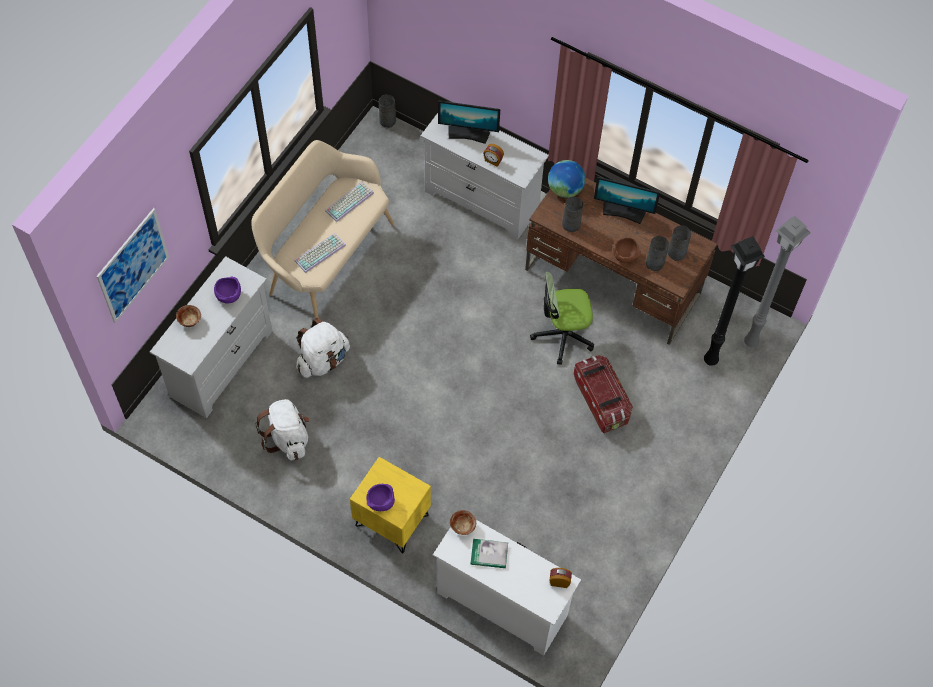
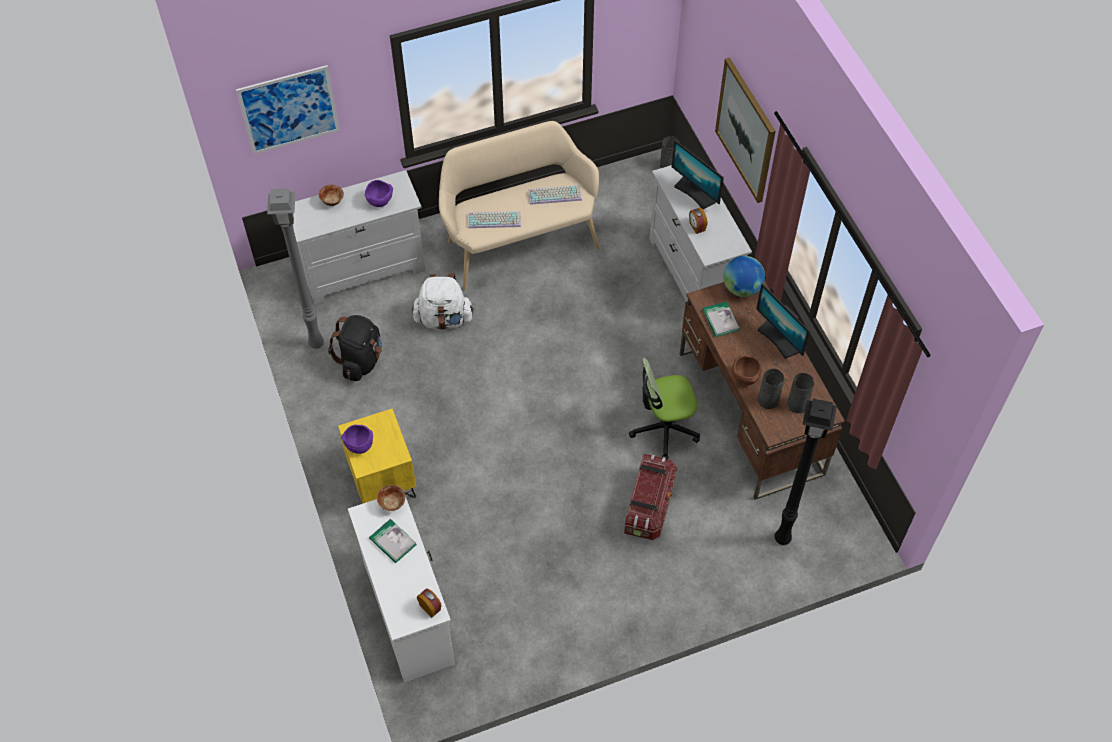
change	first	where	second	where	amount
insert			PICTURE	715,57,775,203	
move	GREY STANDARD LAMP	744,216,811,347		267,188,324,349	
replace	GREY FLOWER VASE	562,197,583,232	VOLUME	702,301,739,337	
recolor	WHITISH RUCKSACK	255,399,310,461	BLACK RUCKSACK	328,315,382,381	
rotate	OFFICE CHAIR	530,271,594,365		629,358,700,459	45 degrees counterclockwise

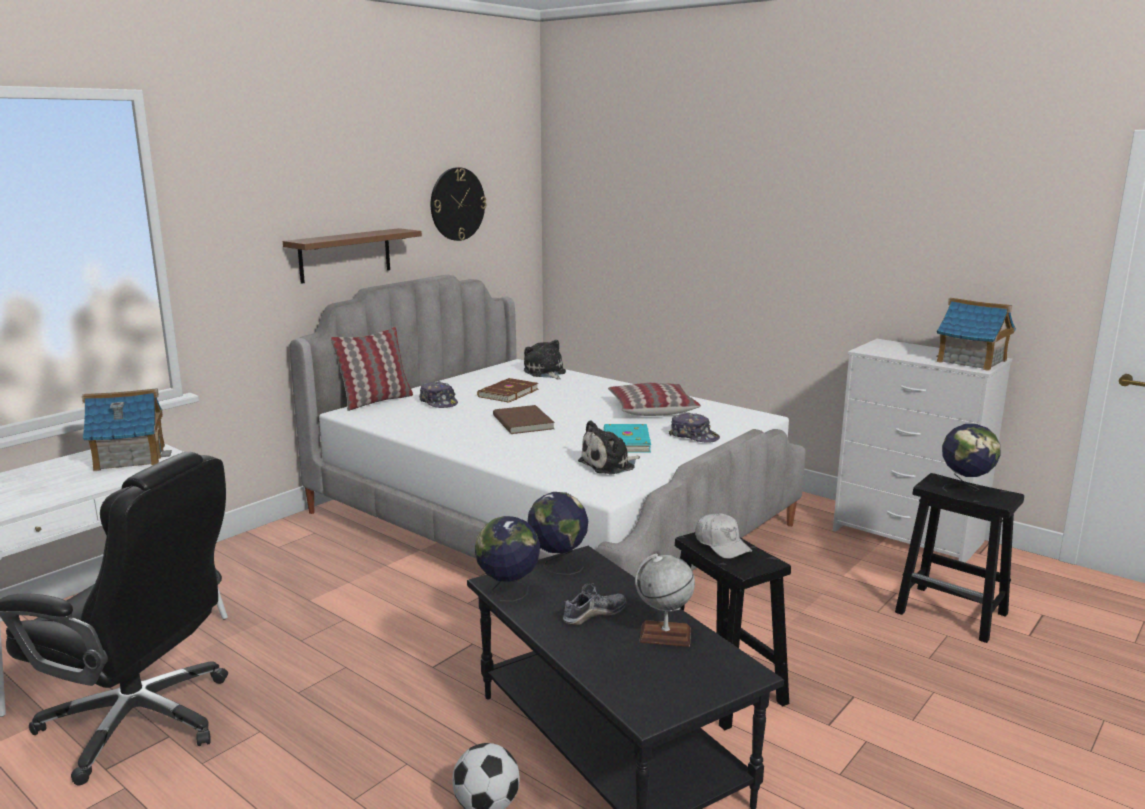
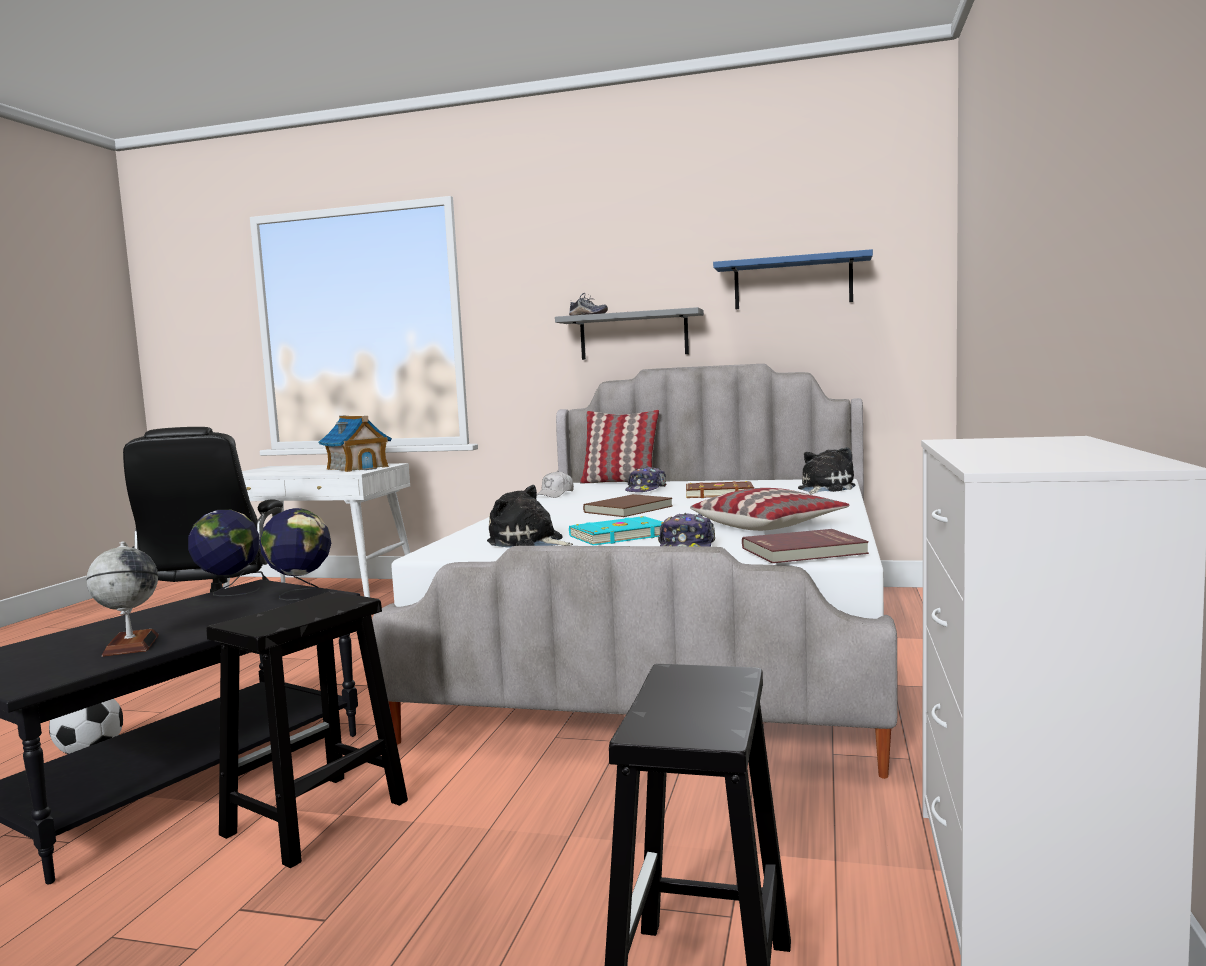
change	first	where	second	where	amount
delete	MODEL HOUSE	936,298,1016,371			
delete	GLOBE	942,424,1000,492			
insert			RED VOLUME	742,529,869,563	
move	ITEM OF FOOTWEAR	563,583,626,625		569,293,608,316	
move	WHITISH CAP	695,513,752,559		537,471,574,498	
replace	CLOCK ON THE WALL	431,167,486,241	BLUE WALL SHELF	713,249,873,309	
recolor	BROWN-COLOURED WALL SHELF	283,228,422,284	GREY WALL SHELF	555,307,704,360	

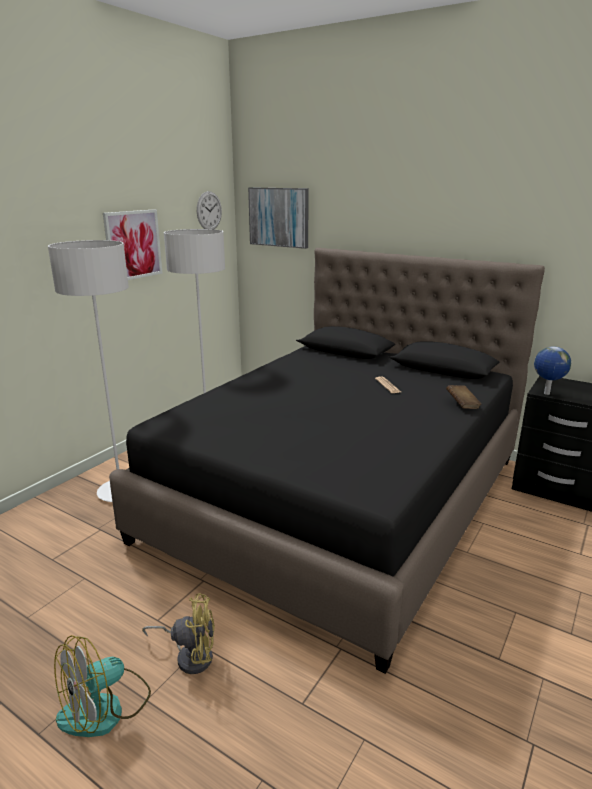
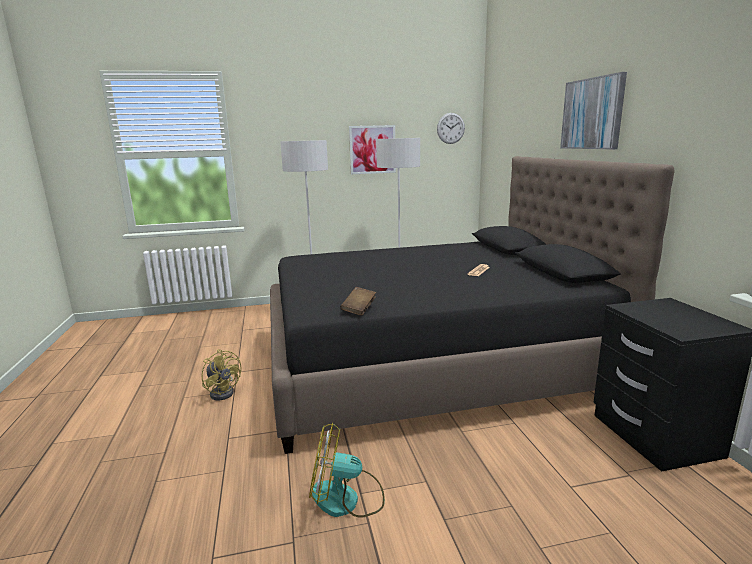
change	first	where	second	where	amount
delete	GLOBE	534,346,571,395			
move	FAN	54,635,151,737		309,423,385,518	
move	PICTURE	248,187,309,249		560,72,627,149	
move	BROWN-COLOURED VOLUME	446,385,482,409		340,287,376,316	

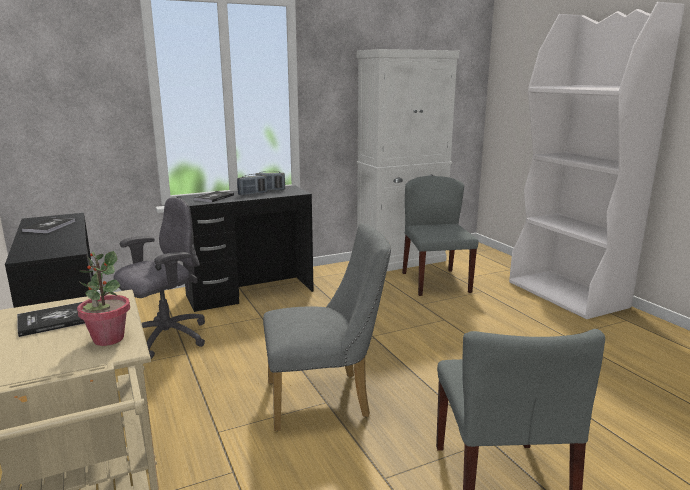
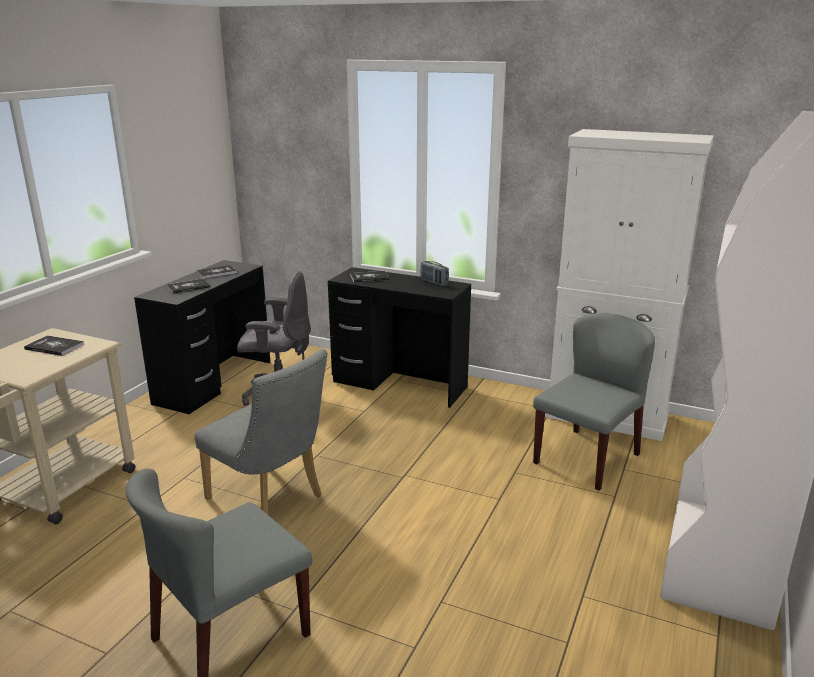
change	first	where	second	where	amount
delete	POTTED PLANT	77,251,130,346			
delete	RADIO	237,174,267,195			
insert			VOLUME	167,279,211,294	

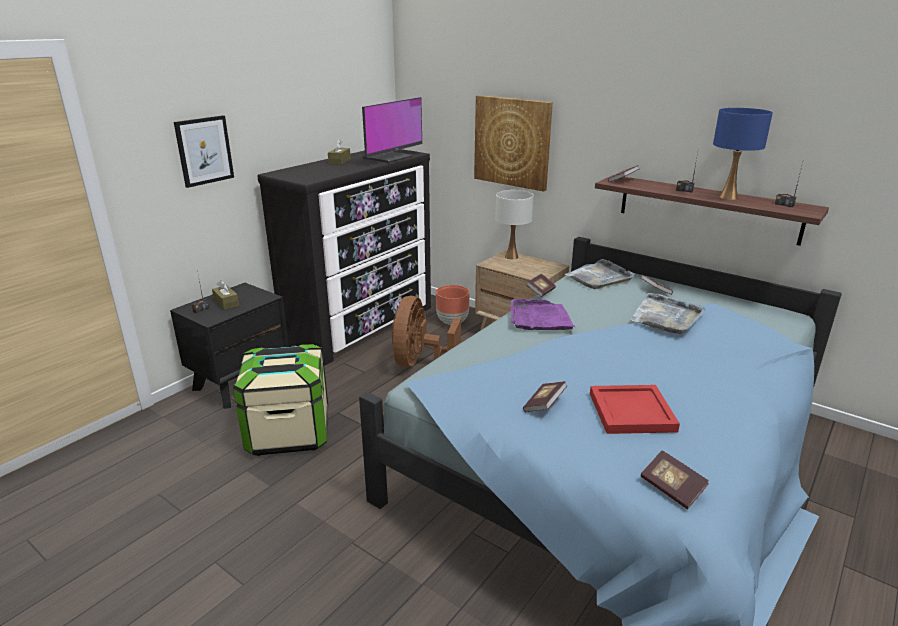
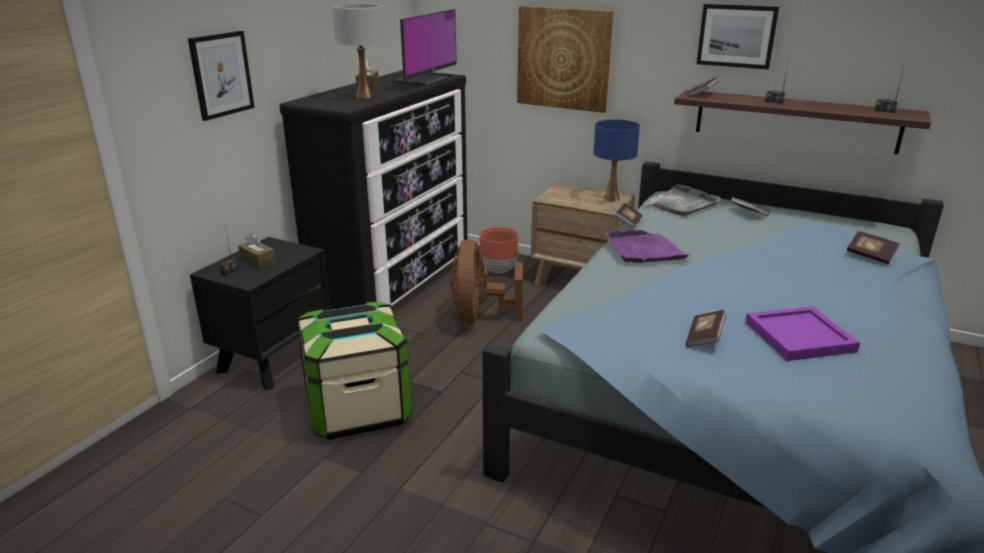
change	first	where	second	where	amount
delete	GREY SERVING TRAY	631,293,706,334			
insert			PICTURE	697,4,779,69	
move	WHITISH TABLETOP LAMP	495,190,533,260		332,4,385,98	
move	VOLUME	641,450,709,509		847,231,900,264	
move	BLUE TABLETOP LAMP	713,108,773,200		594,119,640,202	
recolor	RED SERVING TRAY	590,385,680,434	PURPLISH SERVING TRAY	745,306,860,361	

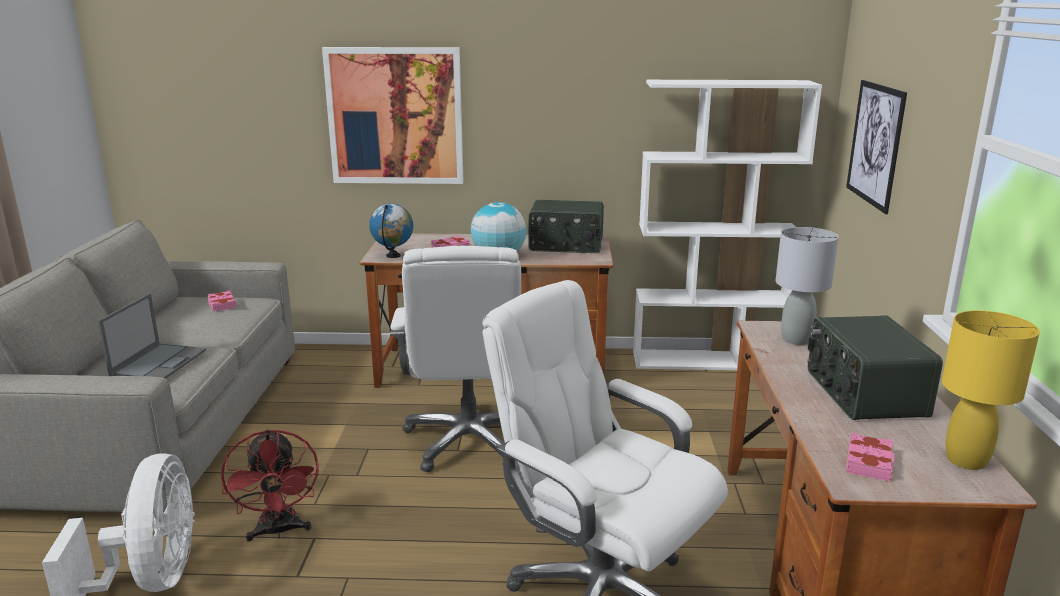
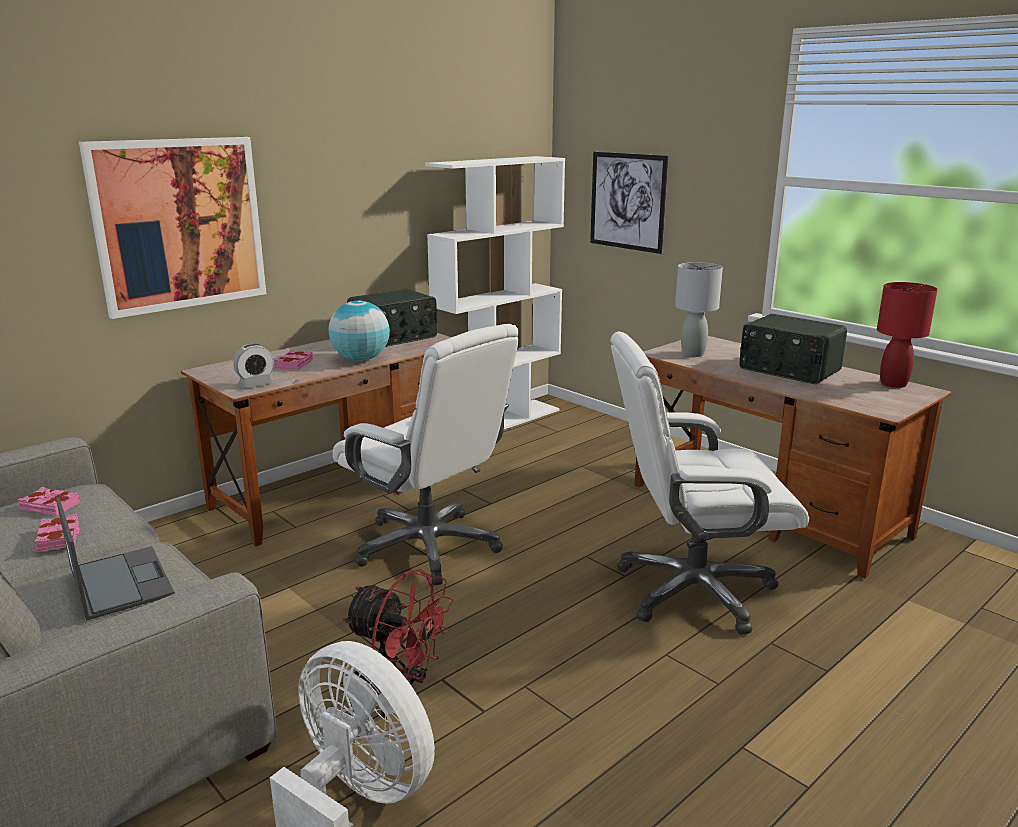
change	first	where	second	where	amount
move	PINKISH VOLUME	846,432,895,481		35,514,79,552	
replace	GLOBE	369,204,413,258	TABLE CLOCK	233,344,274,388	
recolor	YELLOW TABLETOP LAMP	942,310,1040,470	RED TABLETOP LAMP	877,282,937,388	

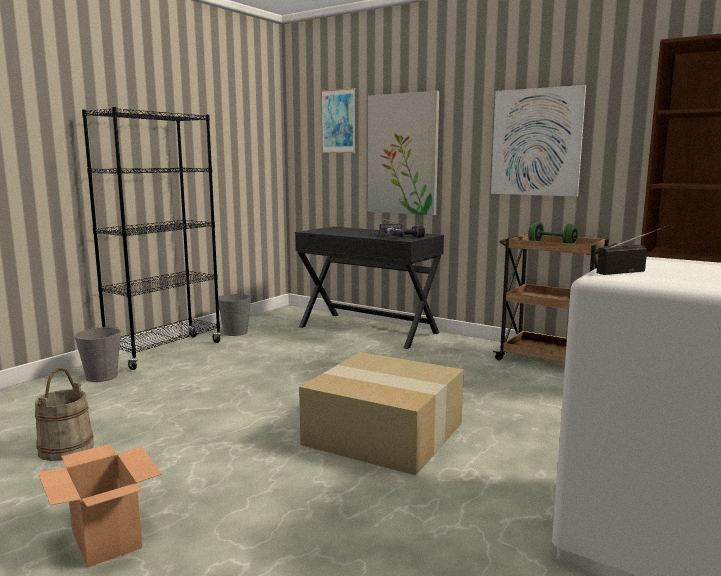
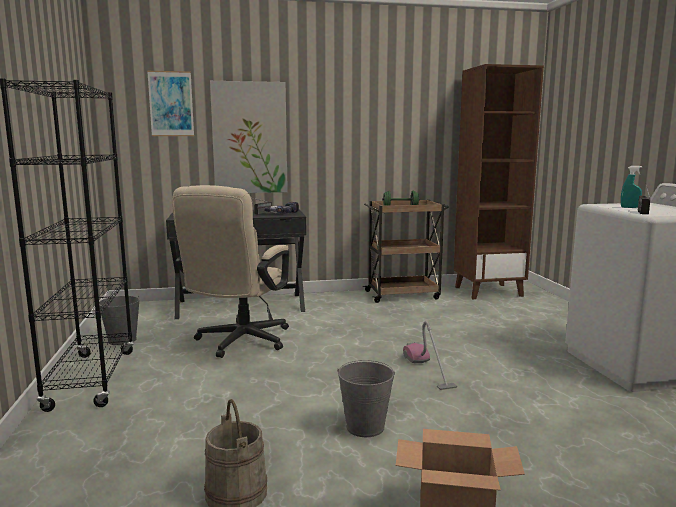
change	first	where	second	where	amount
delete	PICTURE	491,85,586,197			
insert			BEIGE-COLOURED OFFICE CHAIR	172,185,289,358	
insert			TURQUOISE-COLOURED SPRAYER	621,166,642,208	
move	GREY BUCKET	74,326,121,382		337,360,395,437	
replace	CARTON	299,352,464,475	VACUUM CLEANER	403,321,457,390	

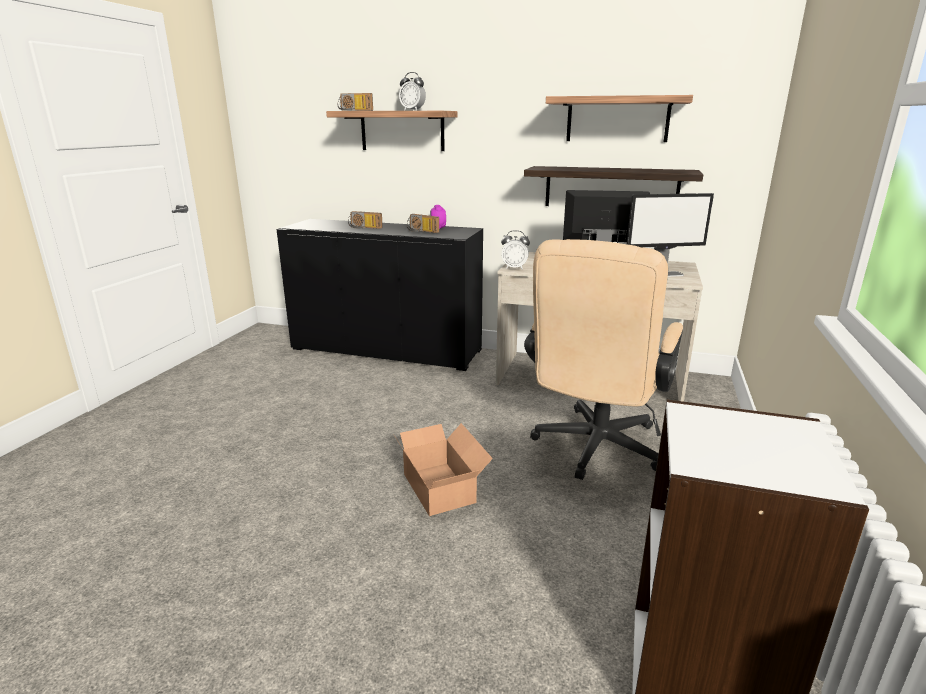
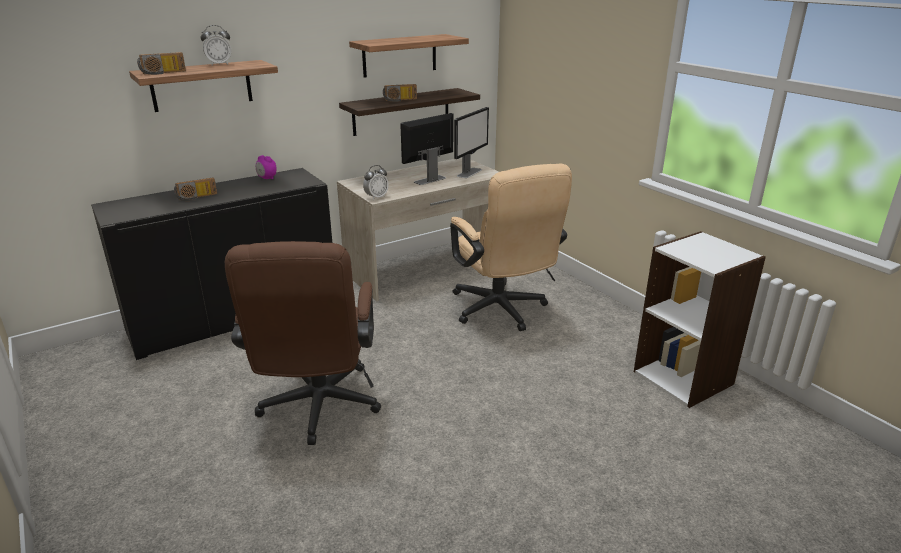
change	first	where	second	where	amount
delete	CARTON	393,423,493,516			
insert			BROWN-COLOURED OFFICE CHAIR	225,241,381,445	
move	RADIO	407,214,439,233		383,84,417,102	

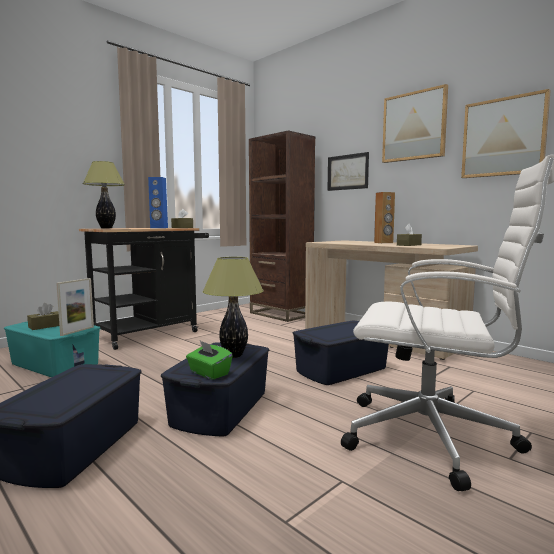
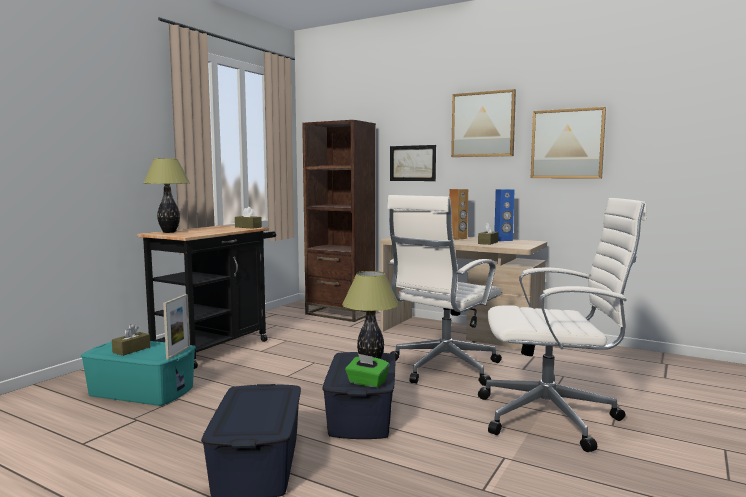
change	first	where	second	where	amount
move	BLUE SPEAKER	148,177,168,228		494,189,515,241	
replace	BLUE STORAGE BIN	293,321,389,385	WHITISH OFFICE CHAIR	387,195,502,386	

